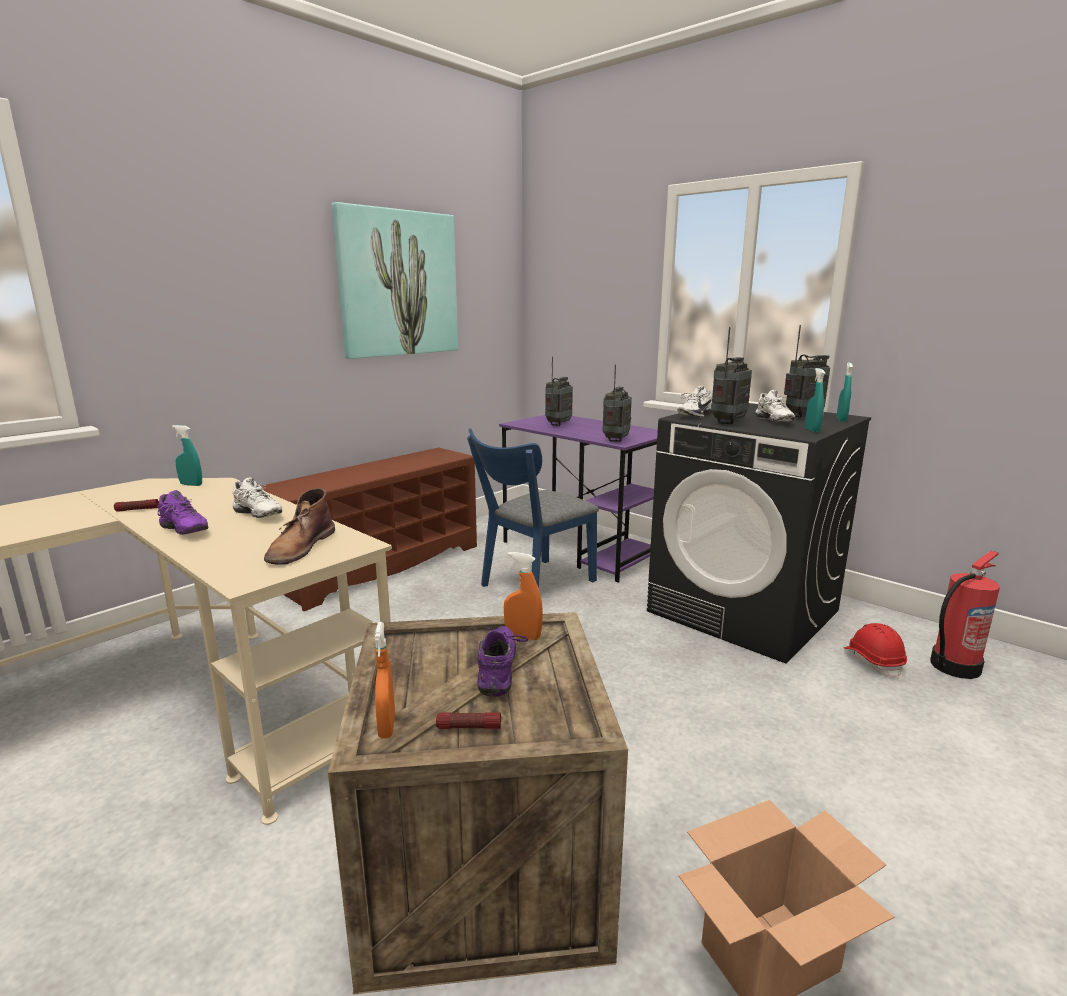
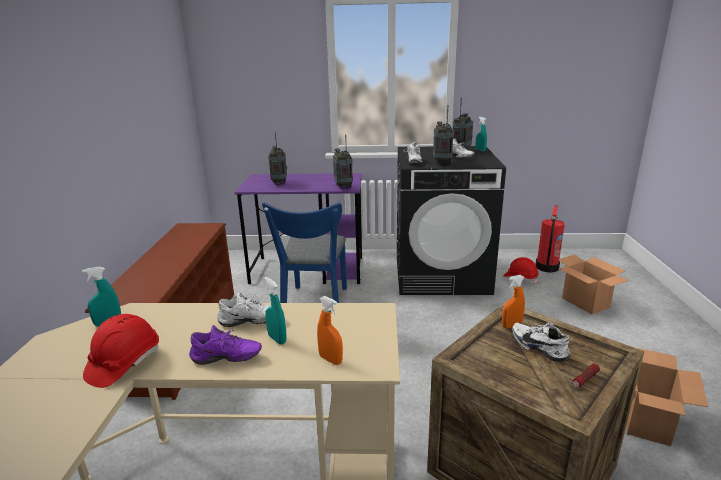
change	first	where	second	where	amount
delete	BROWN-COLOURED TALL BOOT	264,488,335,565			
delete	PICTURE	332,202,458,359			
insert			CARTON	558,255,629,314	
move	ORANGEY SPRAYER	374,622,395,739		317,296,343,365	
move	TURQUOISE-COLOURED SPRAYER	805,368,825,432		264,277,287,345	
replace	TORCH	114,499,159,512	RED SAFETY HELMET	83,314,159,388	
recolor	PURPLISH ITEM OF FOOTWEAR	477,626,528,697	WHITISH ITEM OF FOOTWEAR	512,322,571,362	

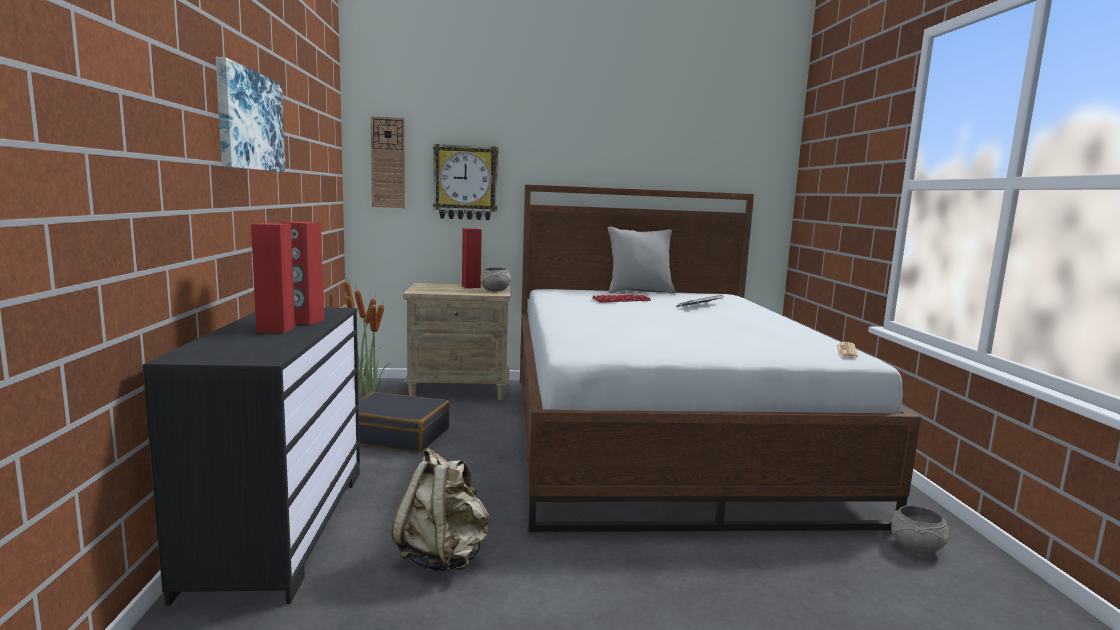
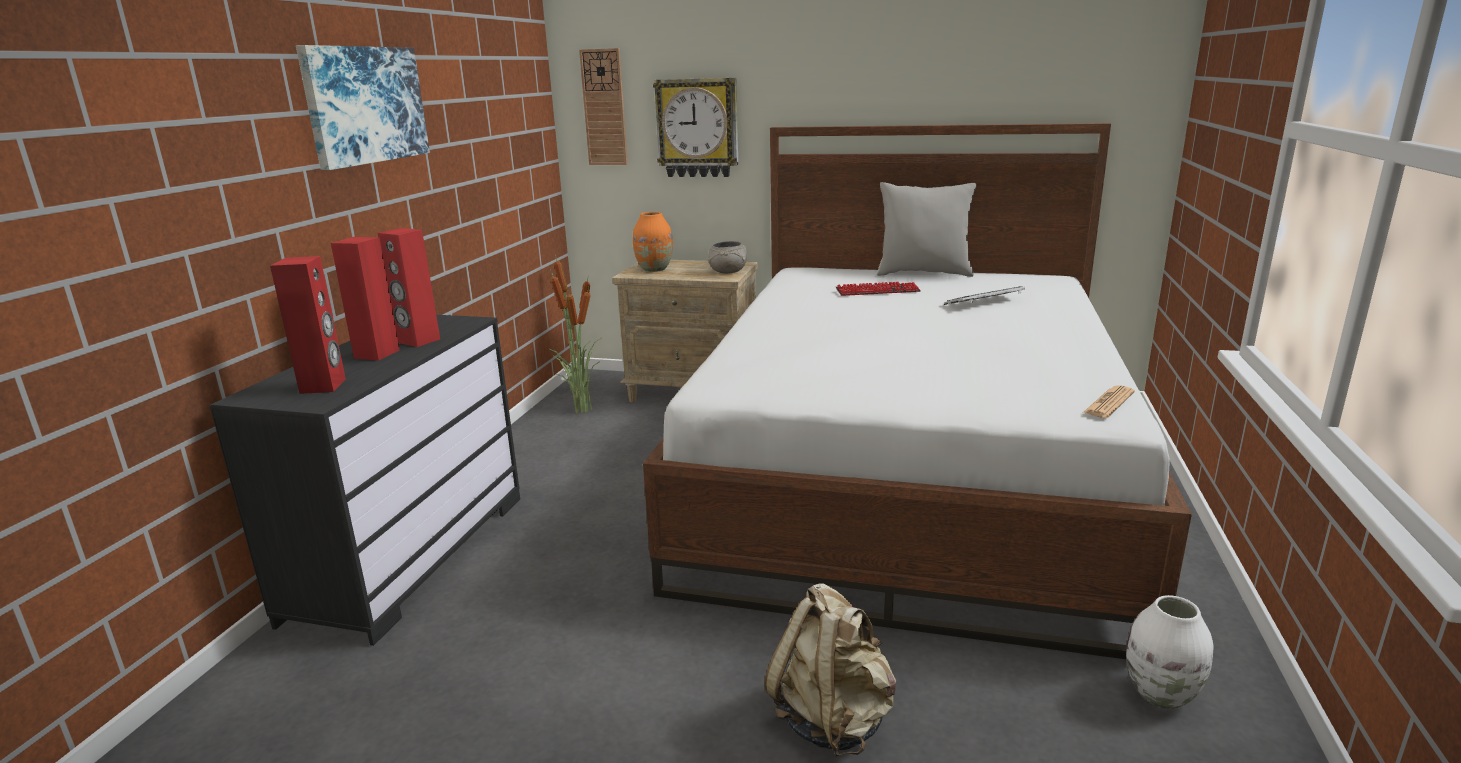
change	first	where	second	where	amount
delete	BLACK SUITCASE	359,392,450,452			
insert			ORANGEY FLOWER VASE	633,212,673,272	
move	BEIGE-COLOURED RUCKSACK	391,448,489,572		764,583,896,757	
move	RED SPEAKER	462,228,482,288		270,256,346,394	
replace	GREY SERVING BOWL	891,505,949,554	WHITISH FLOWER VASE	1126,595,1213,709	

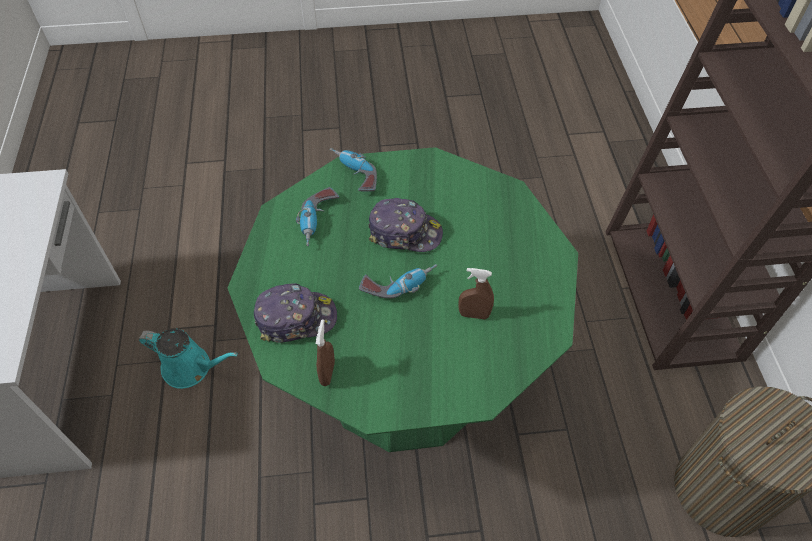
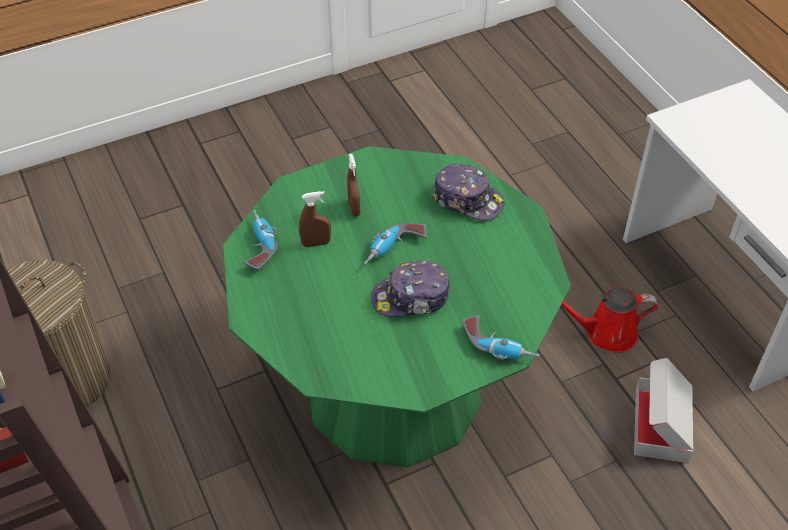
change	first	where	second	where	amount
insert			CARTON	634,358,693,463	
move	DRILL	296,187,339,246		243,210,278,270	
move	BROWN-COLOURED SPRAYER	315,320,335,386		347,154,360,217	
recolor	TURQUOISE-COLOURED WATERING CAN	138,329,238,389	RED WATERING CAN	561,287,658,353	
rotate	CAP	254,283,337,343		432,163,505,220	120 degrees counterclockwise

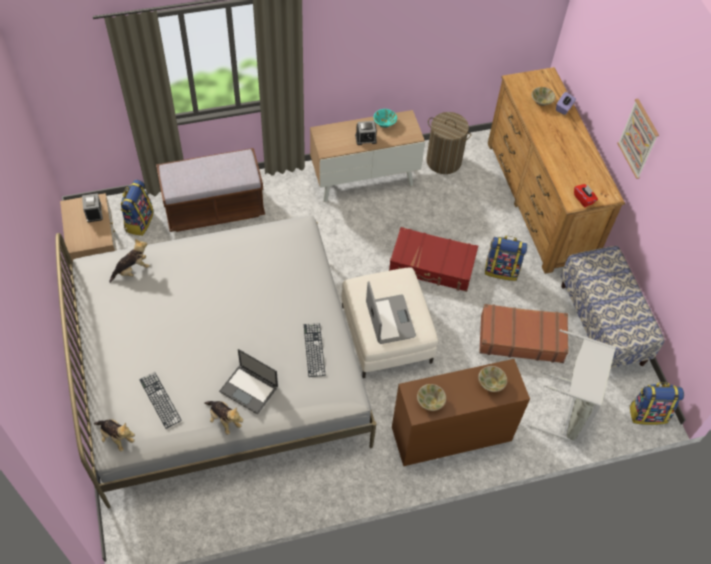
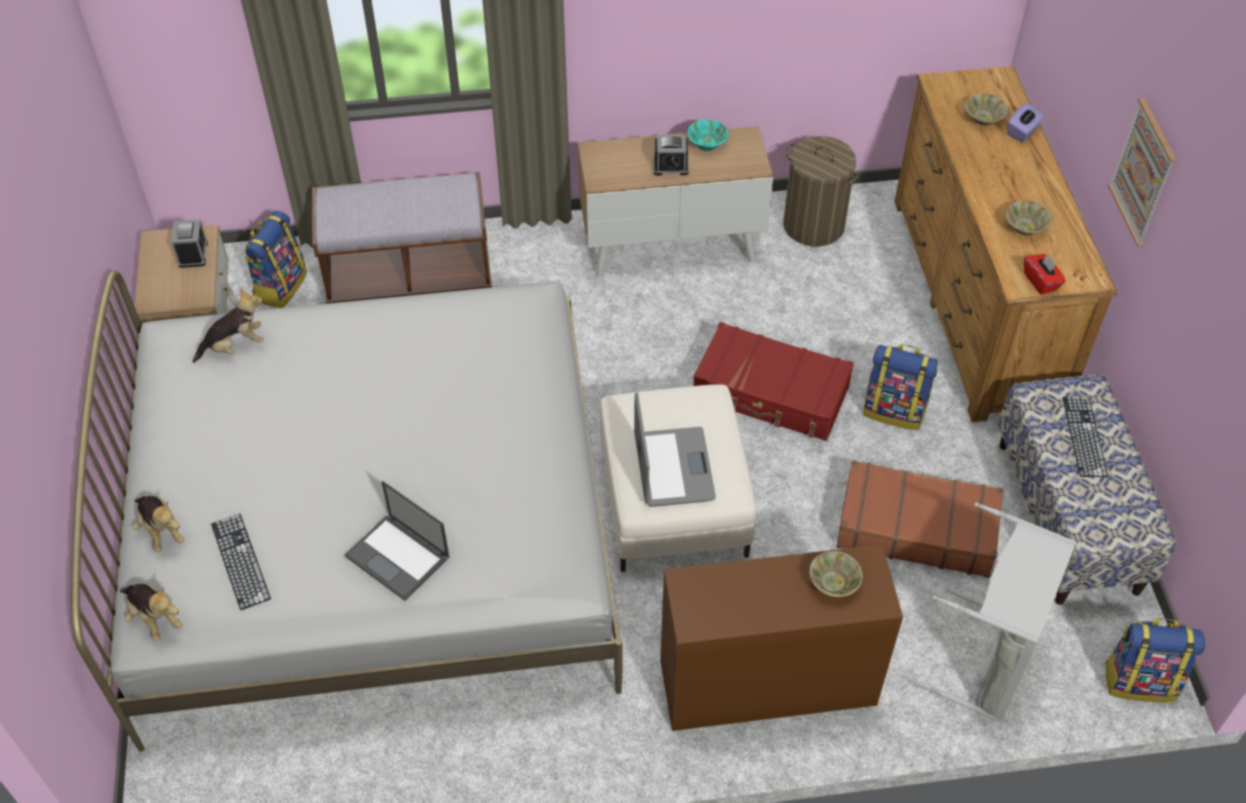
change	first	where	second	where	amount
move	SOFT TOY	204,401,243,435		133,496,184,552	
move	KEYBOARD	304,323,326,377		1062,396,1108,477	
move	BEIGE-COLOURED SERVING BOWL	417,384,446,411		1006,200,1052,235	

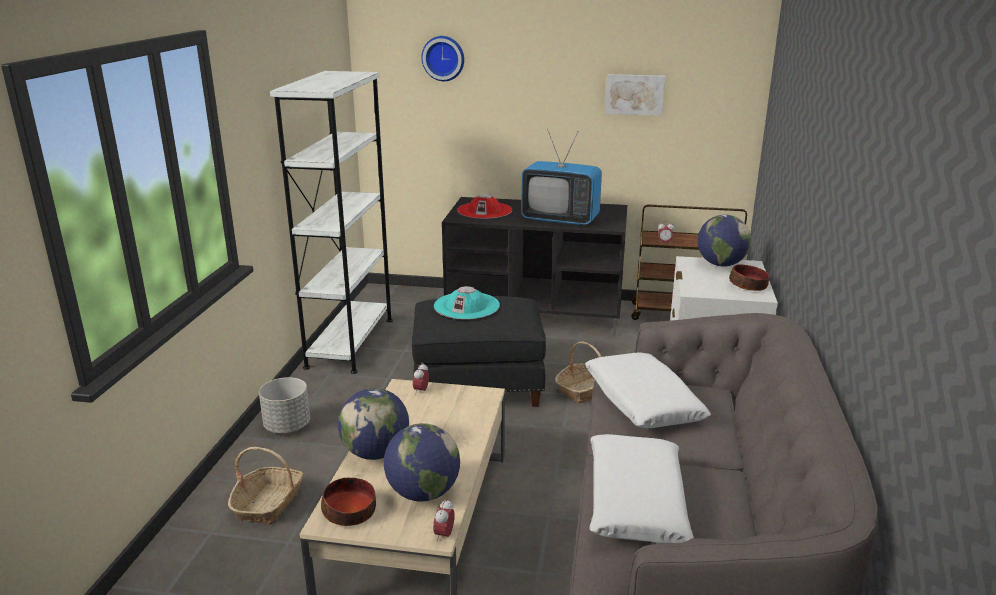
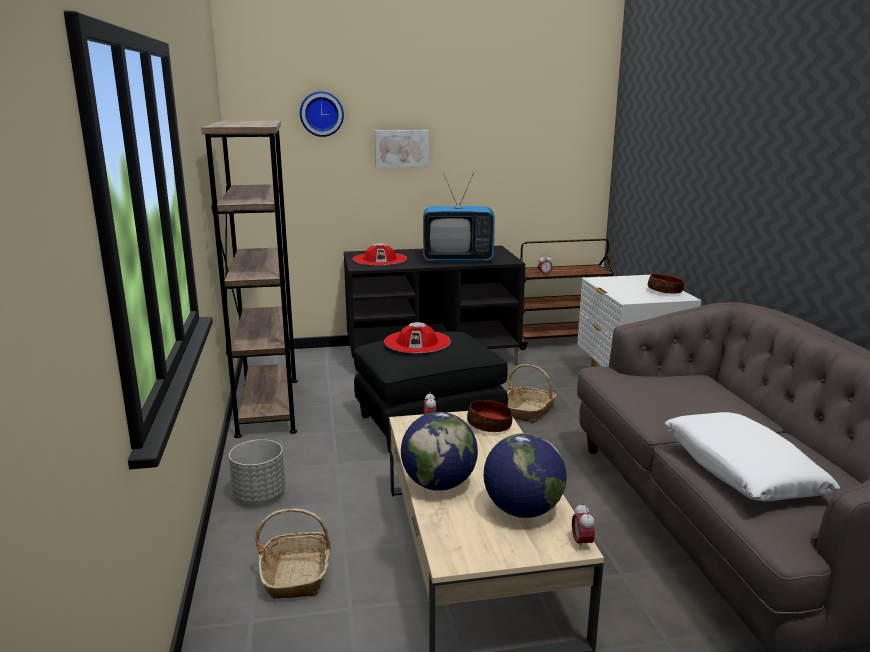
change	first	where	second	where	amount
delete	WHITISH THROW PILLOW	585,352,711,428			
delete	GLOBE	698,215,751,266			
move	SERVING BOWL	321,477,376,526		467,400,513,432	
move	PICTURE	605,74,666,115		375,130,429,168	
recolor	WHITISH SHELVING UNIT	270,71,393,374	BROWN-COLOURED SHELVING UNIT	201,120,298,438	
recolor	TURQUOISE-COLOURED CLOTHING HAT	434,286,500,319	RED CLOTHING HAT	384,322,451,353	

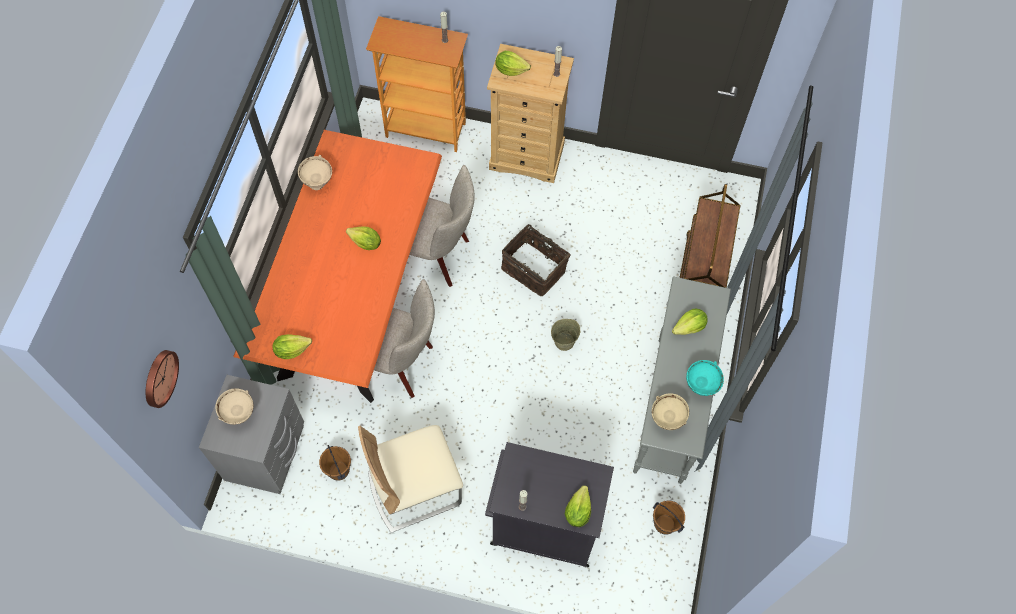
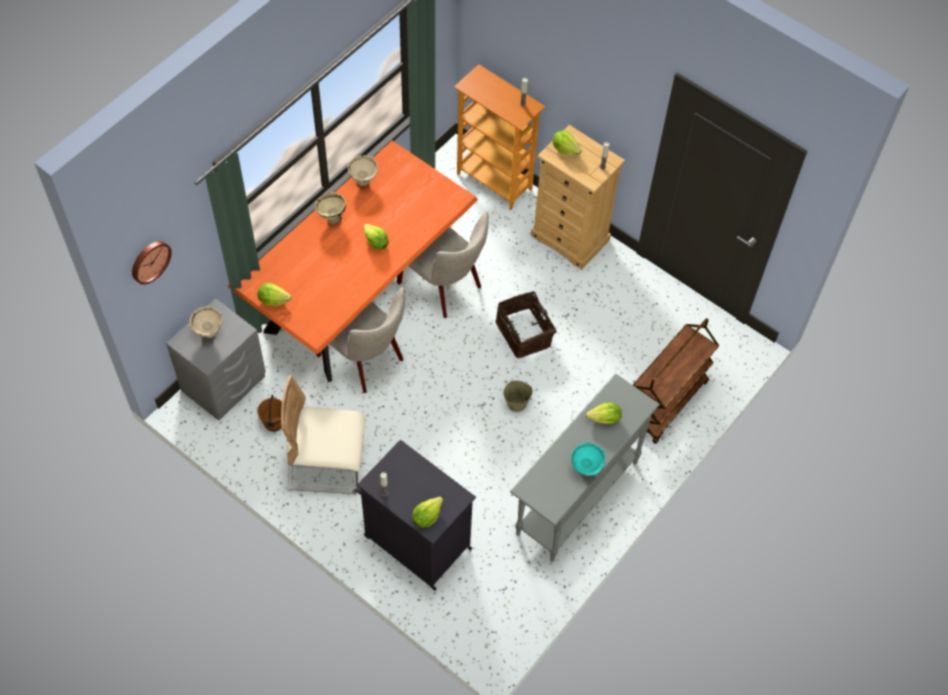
change	first	where	second	where	amount
delete	BROWN-COLOURED BUCKET	653,500,685,535			
move	BEIGE-COLOURED SERVING BOWL	652,394,689,430		315,191,346,224	

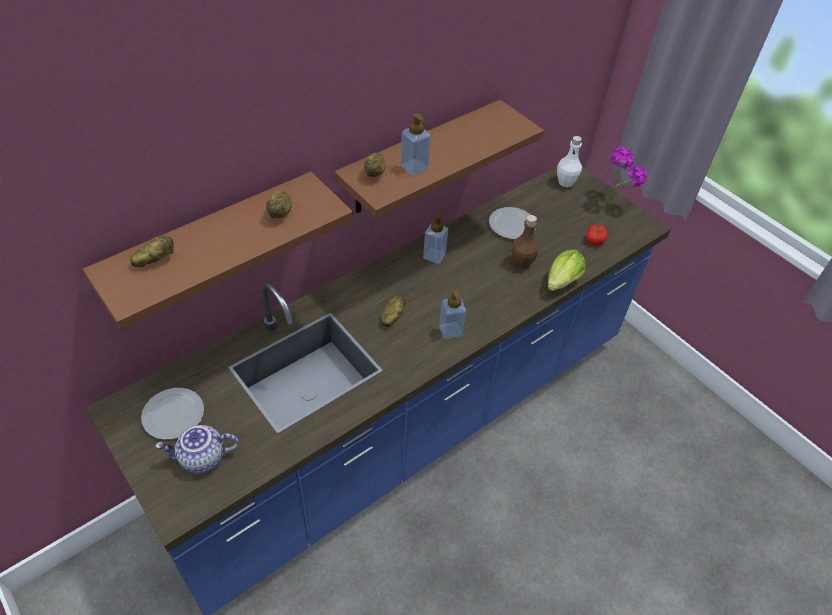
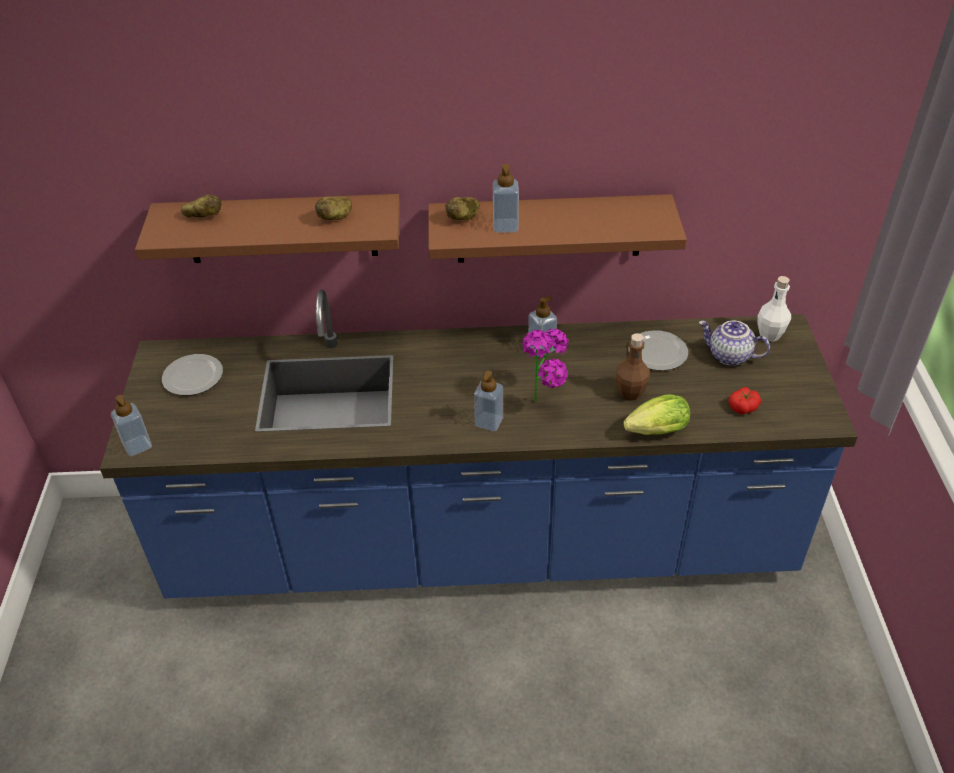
change	first	where	second	where	amount
delete	SPUD	381,296,406,327			
insert			SOAP DISPENSER	111,395,152,456	
move	POT FOR TEA	155,425,239,474		699,320,770,366	
move	POTTED PLANT	608,146,647,206		522,328,569,402	

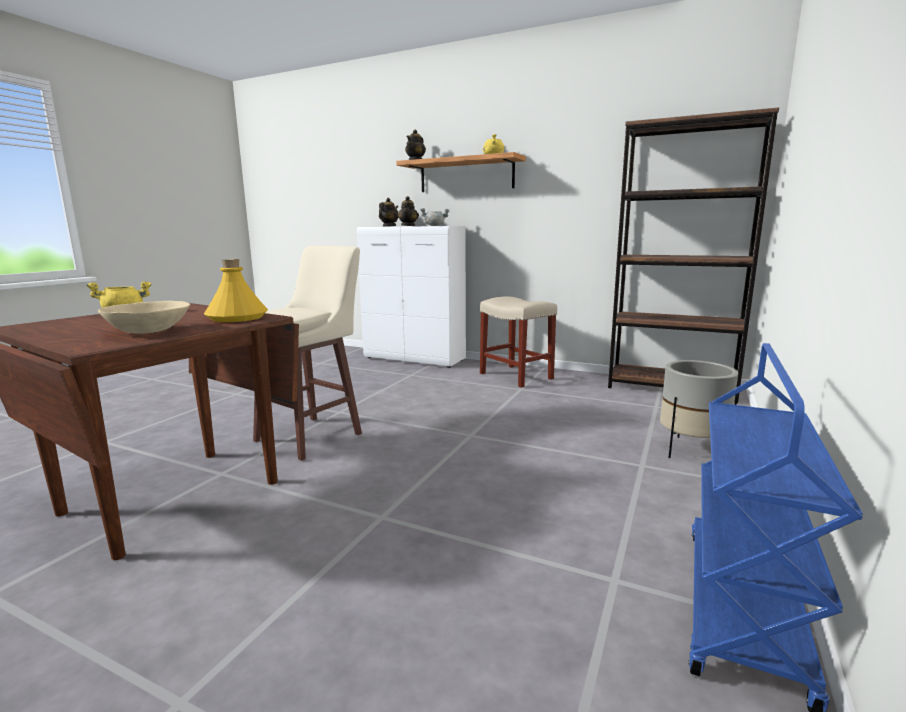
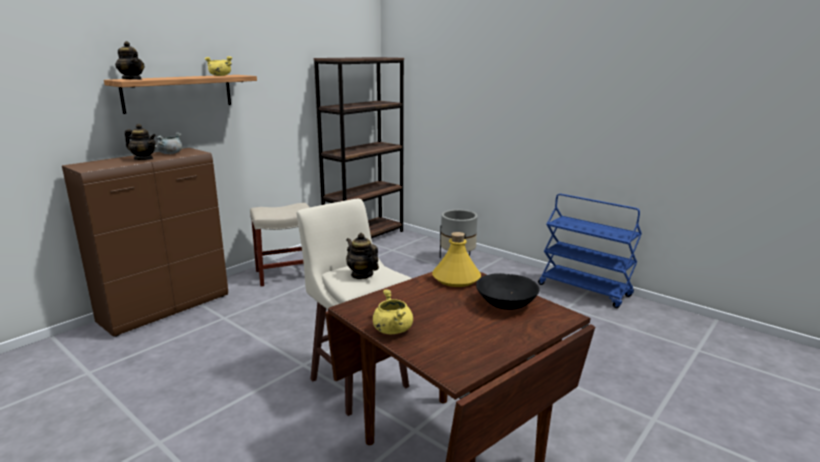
change	first	where	second	where	amount
move	POT FOR TEA	379,198,398,227		346,233,379,279	
recolor	BEIGE-COLOURED SERVING BOWL	98,301,190,334	BLACK SERVING BOWL	476,273,539,310	
recolor	WHITISH CUPBOARD	357,226,466,368	BROWN-COLOURED CUPBOARD	62,148,228,337	

